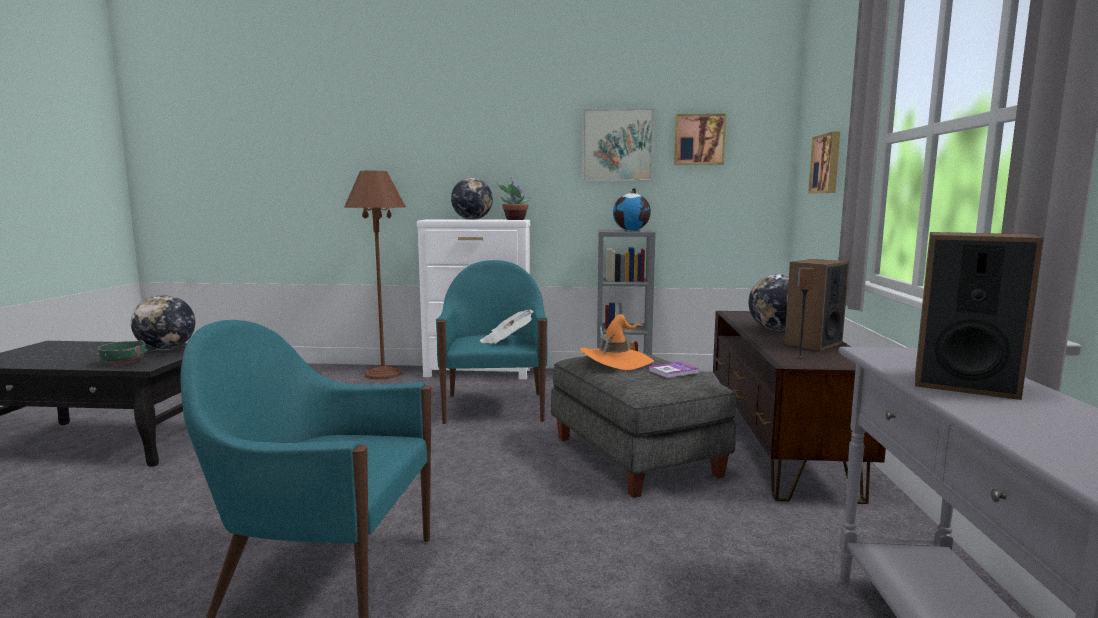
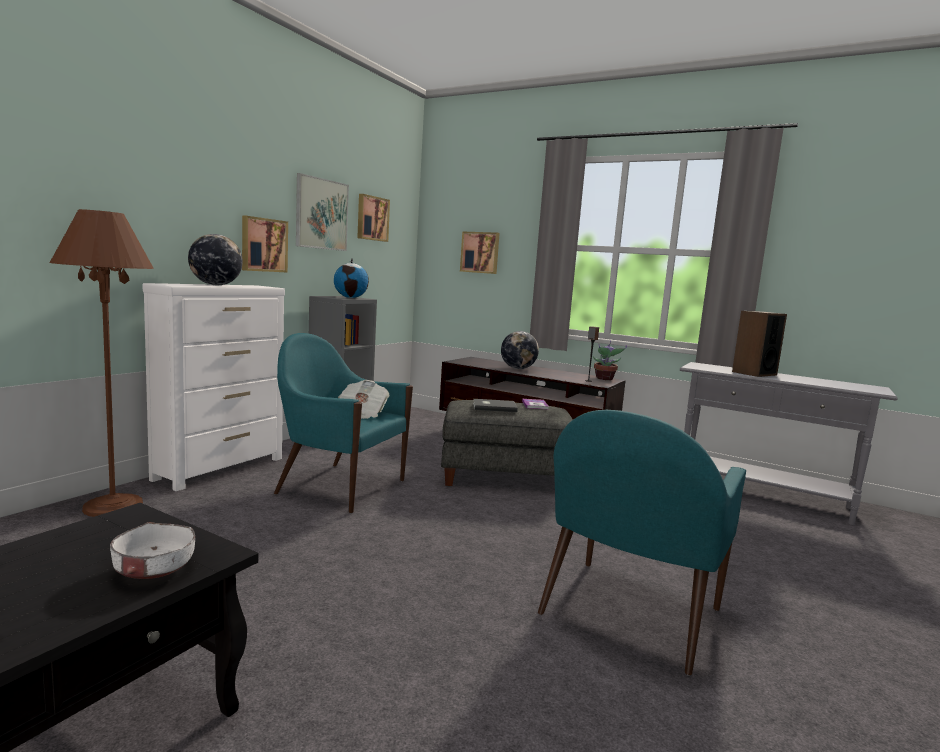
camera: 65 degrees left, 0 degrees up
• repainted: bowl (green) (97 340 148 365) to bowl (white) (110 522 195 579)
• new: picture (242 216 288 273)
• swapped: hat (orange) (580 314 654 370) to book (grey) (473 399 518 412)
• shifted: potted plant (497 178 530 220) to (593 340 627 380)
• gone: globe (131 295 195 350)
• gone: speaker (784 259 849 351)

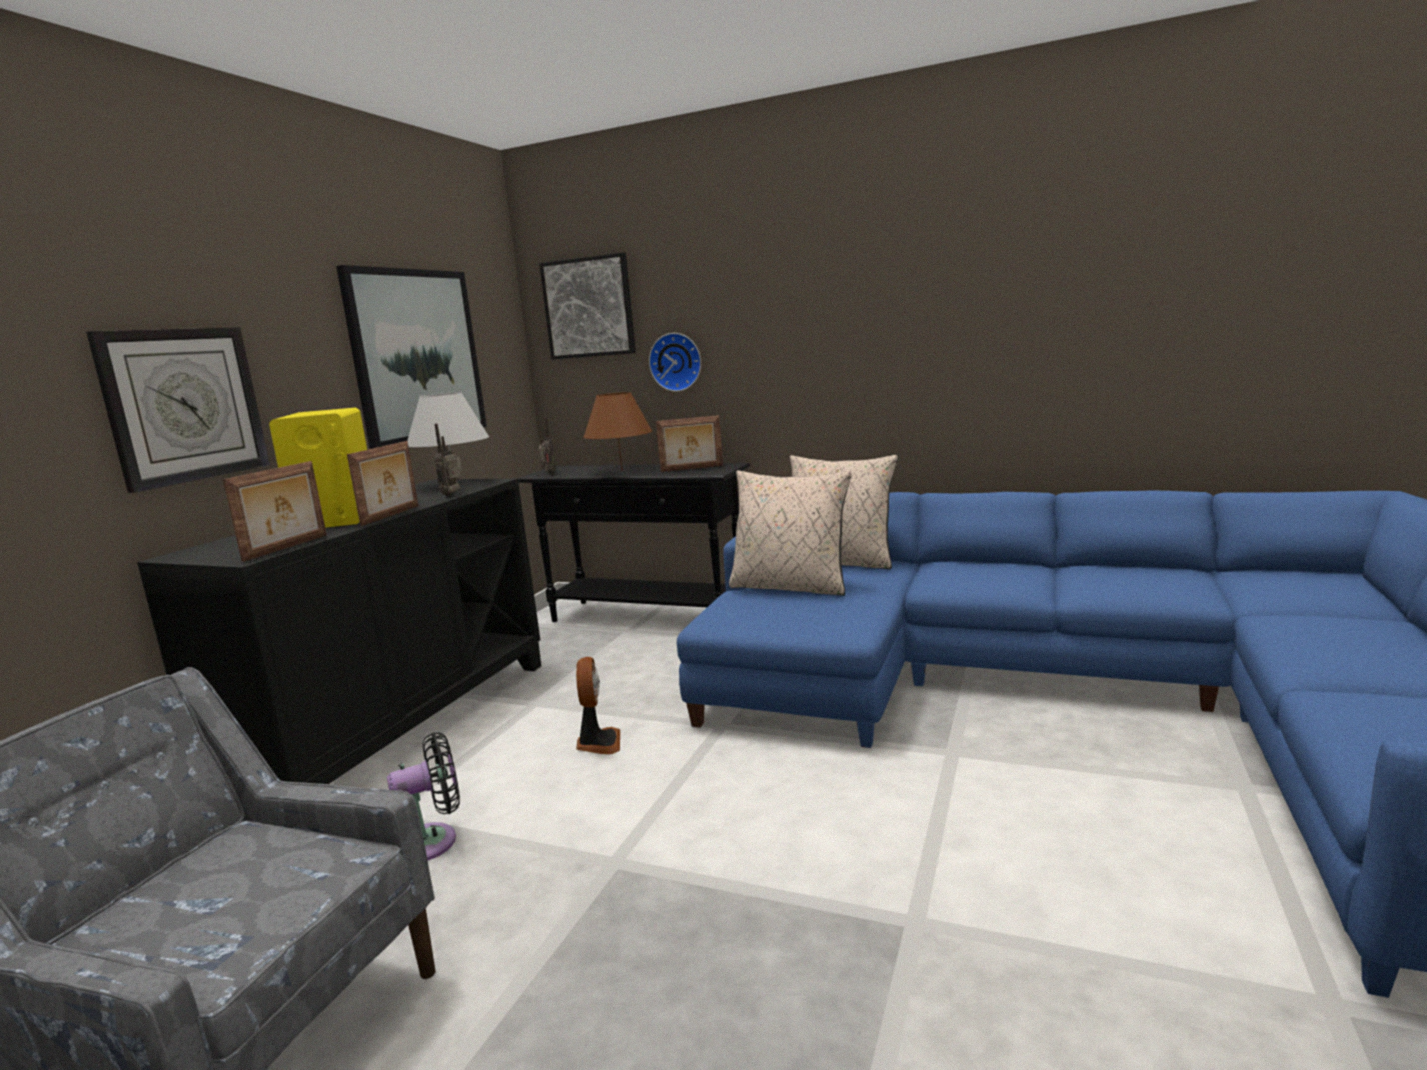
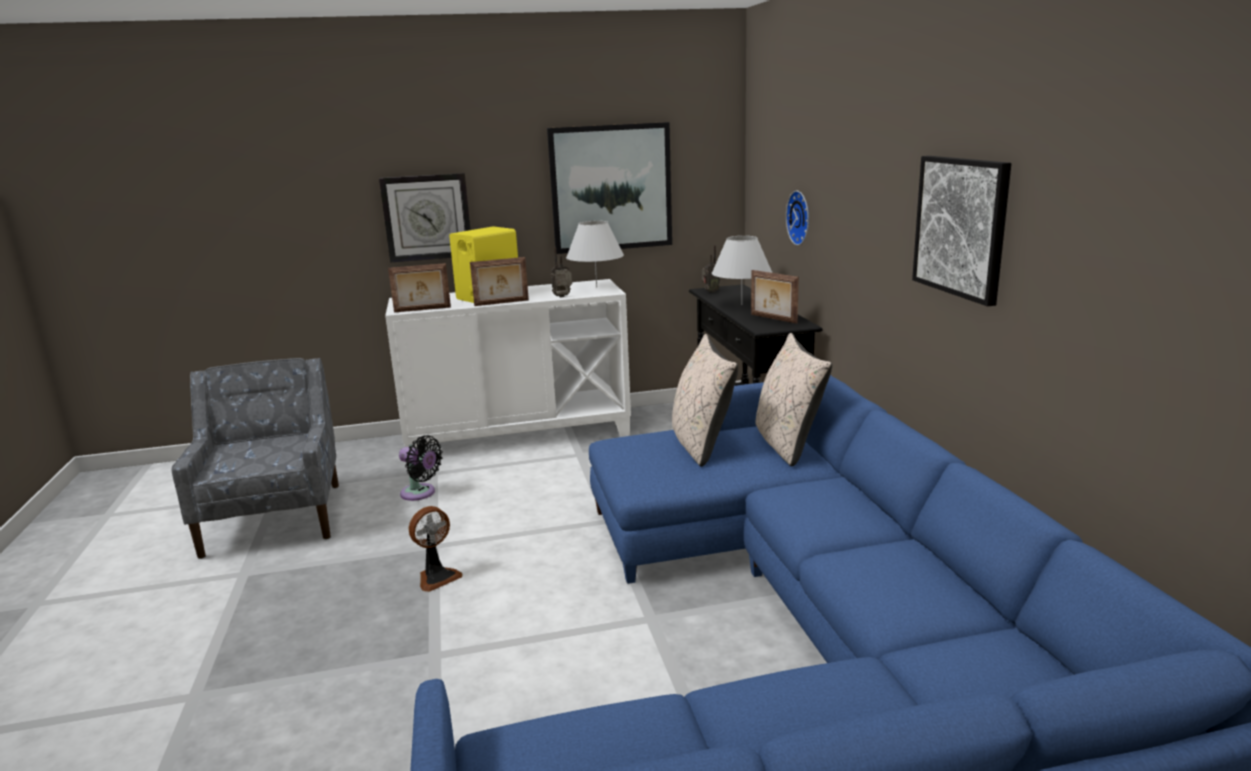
camera: 55 degrees right, 5 degrees up
• repainted: cabinet (black) (137 479 541 784) to cabinet (white) (385 279 631 448)
• shifted: fan (576 657 620 754) to (409 506 462 592)
• repainted: table lamp (brown) (583 392 652 471) to table lamp (white) (712 236 772 305)
• shifted: picture (539 252 636 359) to (912 156 1012 306)

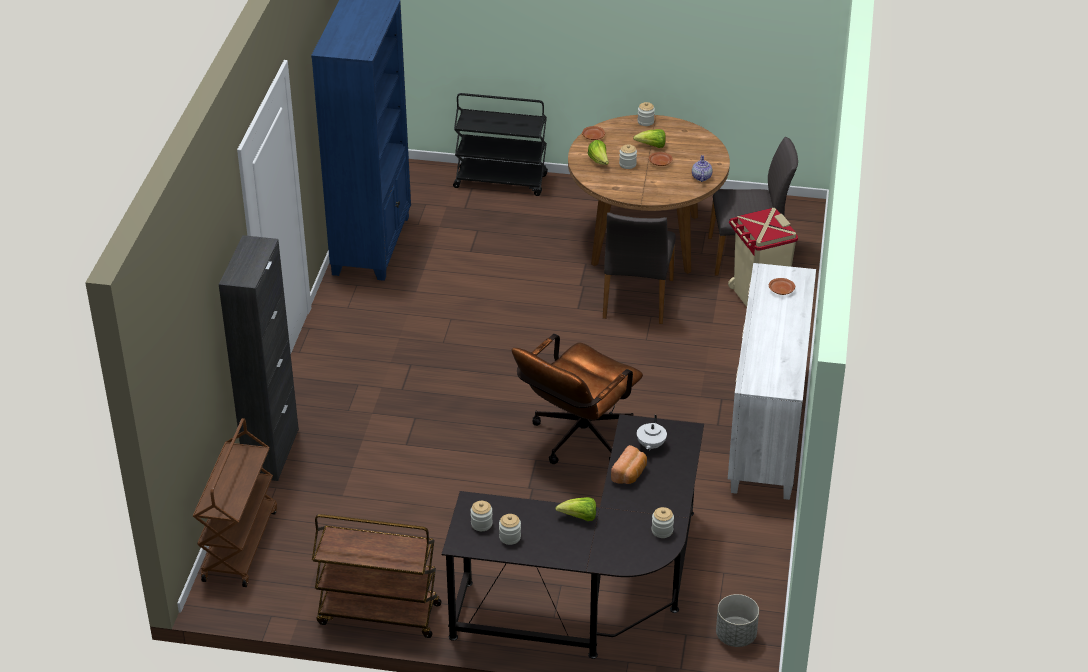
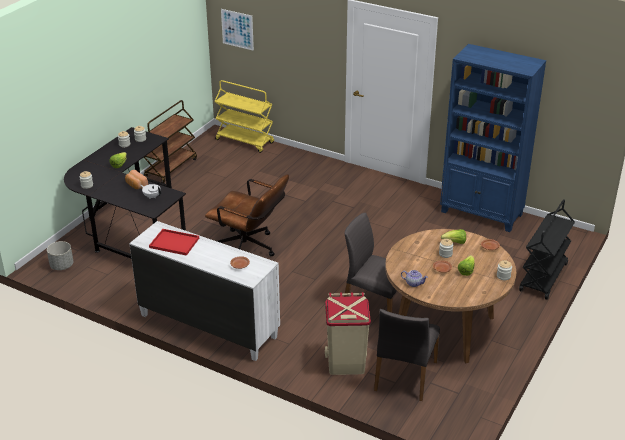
camera: 110 degrees right, 5 degrees down
• new: tray (red) (149 229 199 256)
• rotated: office chair (brown) (512 334 643 464) = (205 174 289 256) 150 degrees clockwise
• repainted: cart (brown) (193 418 277 587) to cart (yellow) (214 80 274 153)
• new: picture (221 9 254 51)
• gone: cabinet (black) (219 235 299 481)

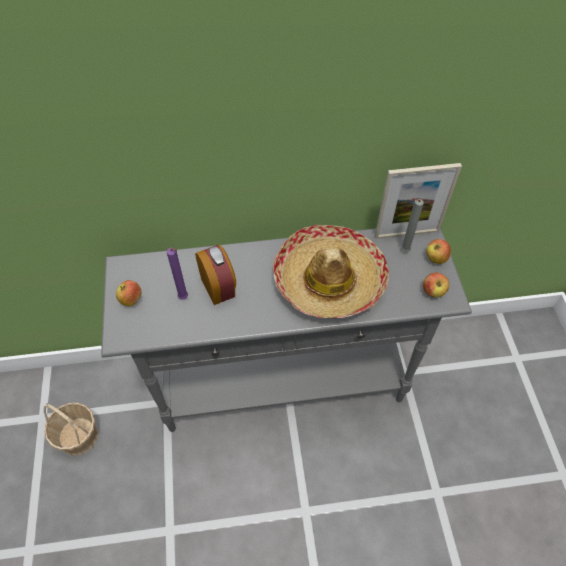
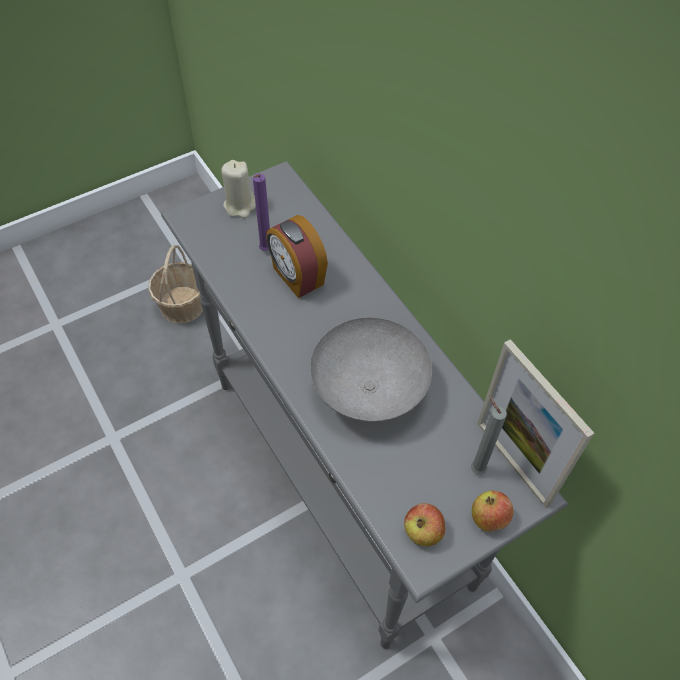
camera: 65 degrees right, 0 degrees up
• swapped: apple (116 280 142 306) to candle (beige) (221 160 256 218)
• rotated: alarm clock (195 245 236 305) = (266 215 328 298) 105 degrees clockwise
• swapped: hat (273 225 389 319) to bowl (grey) (310 317 432 423)

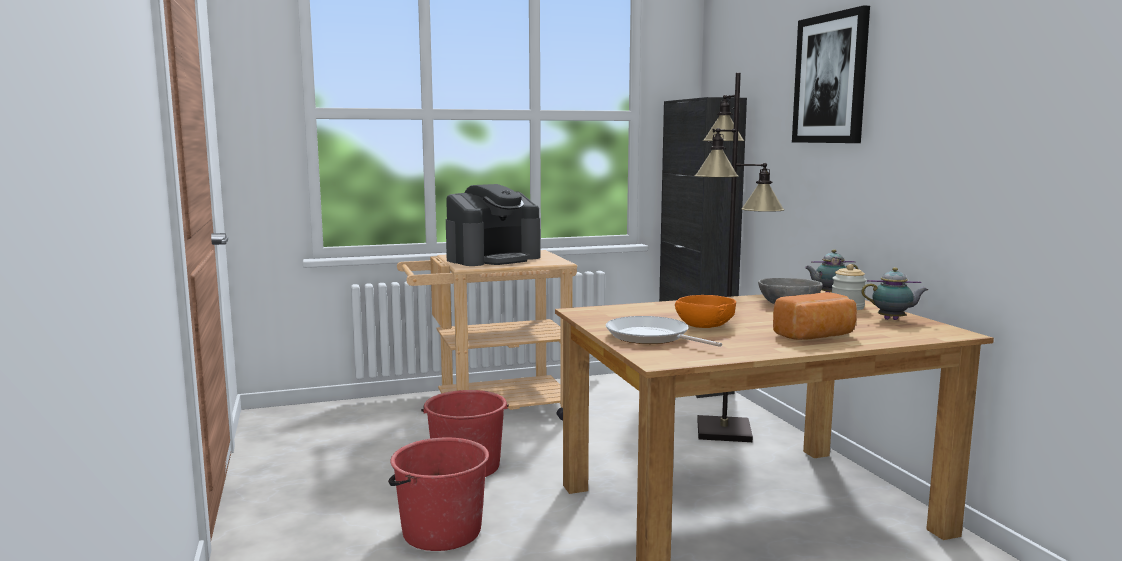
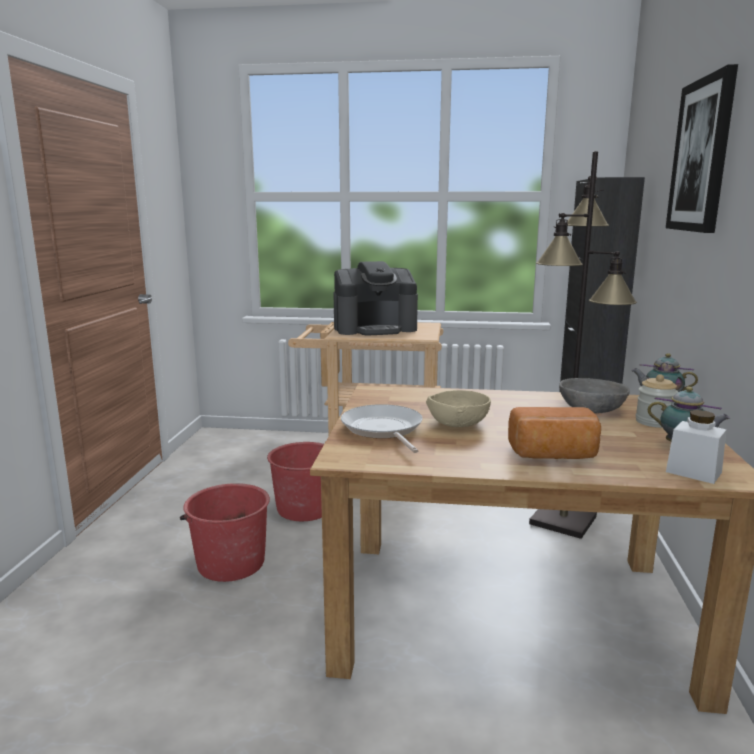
camera: 25 degrees right, 5 degrees up
• repainted: bowl (orange) (675 295 736 328) to bowl (beige) (426 390 491 427)
• new: jar (white) (666 410 726 484)

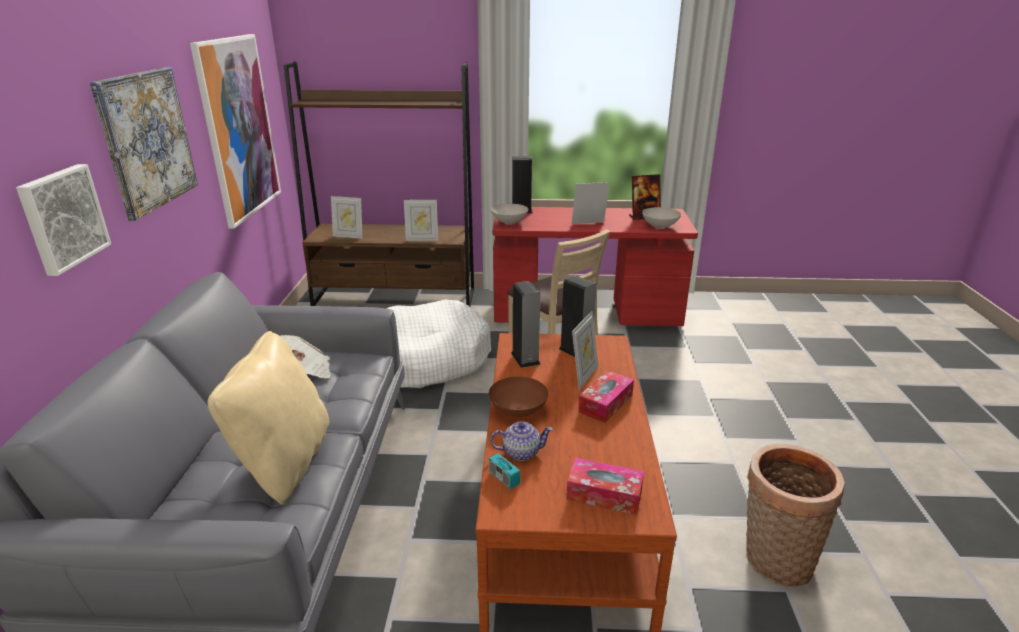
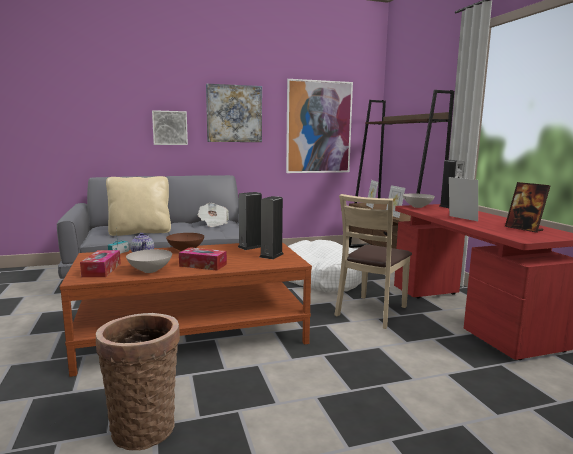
camera: 70 degrees right, 15 degrees down
• shifted: bowl (white) (642 207 681 229) to (126 249 172 273)
• gone: picture frame (572 311 598 390)

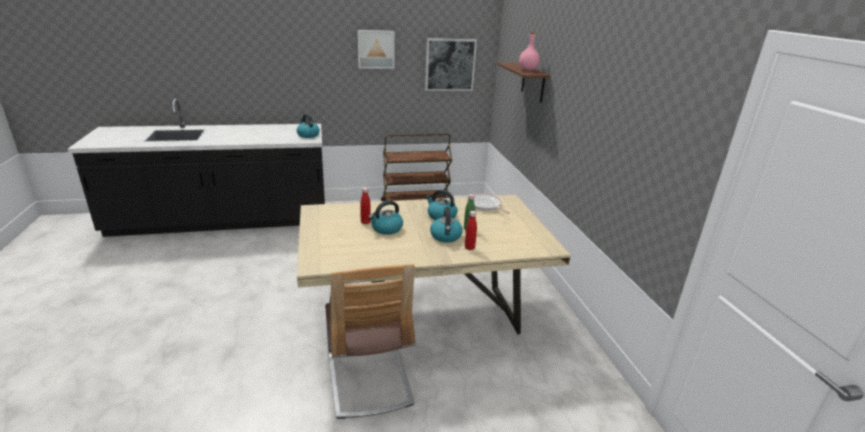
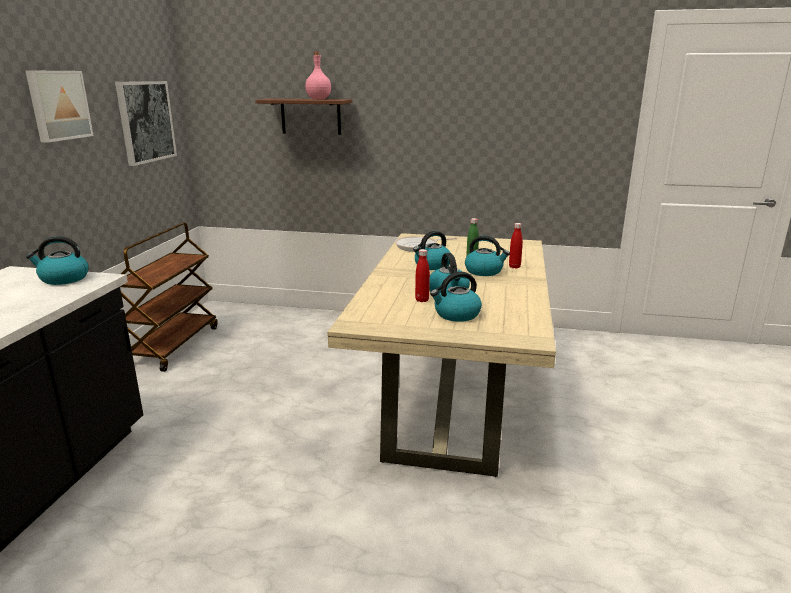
camera: 65 degrees left, 5 degrees down
• new: kettle (430 272 482 322)
• gone: chair (325 264 416 419)

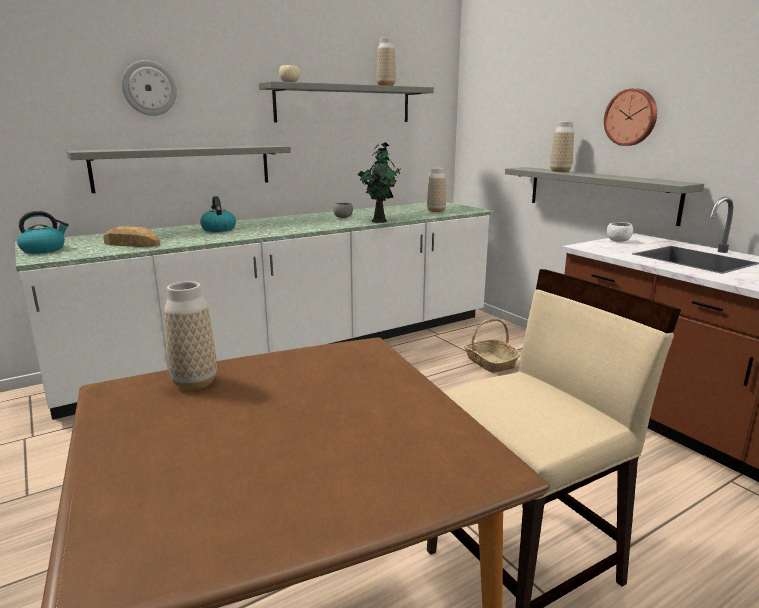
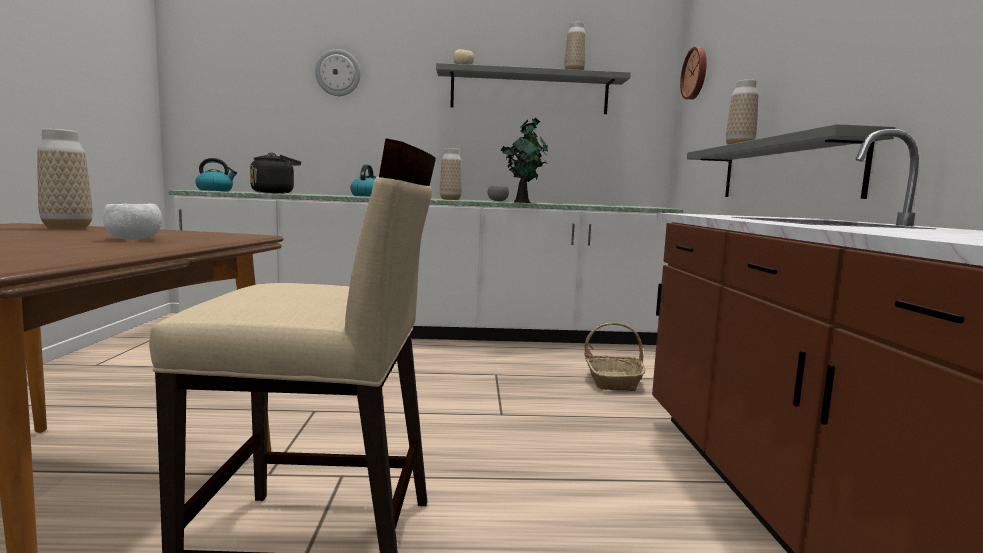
camera: 30 degrees right, 10 degrees down
• shifted: bowl (white) (607 222 633 242) to (102 204 162 240)
• swapped: bread (103 226 160 247) to kettle (black) (250 153 301 193)
• shifted: vase (427 168 446 212) to (440 148 462 200)
• shifted: wall clock (604 88 657 146) to (680 47 707 100)
• gone: shelf (grey) (67 145 291 193)

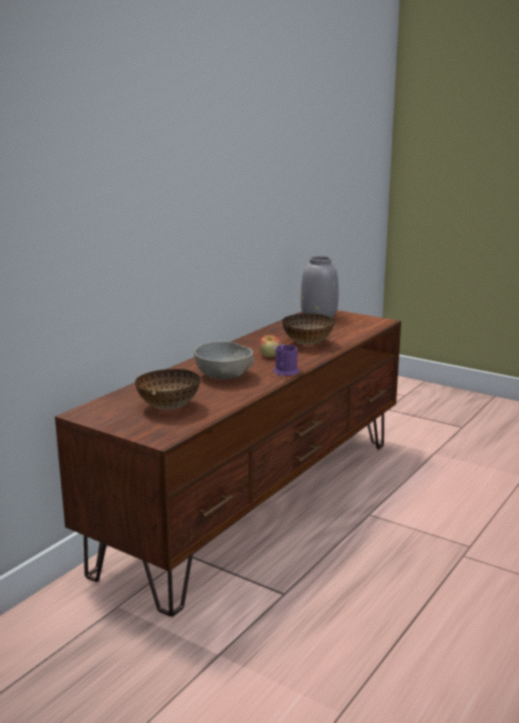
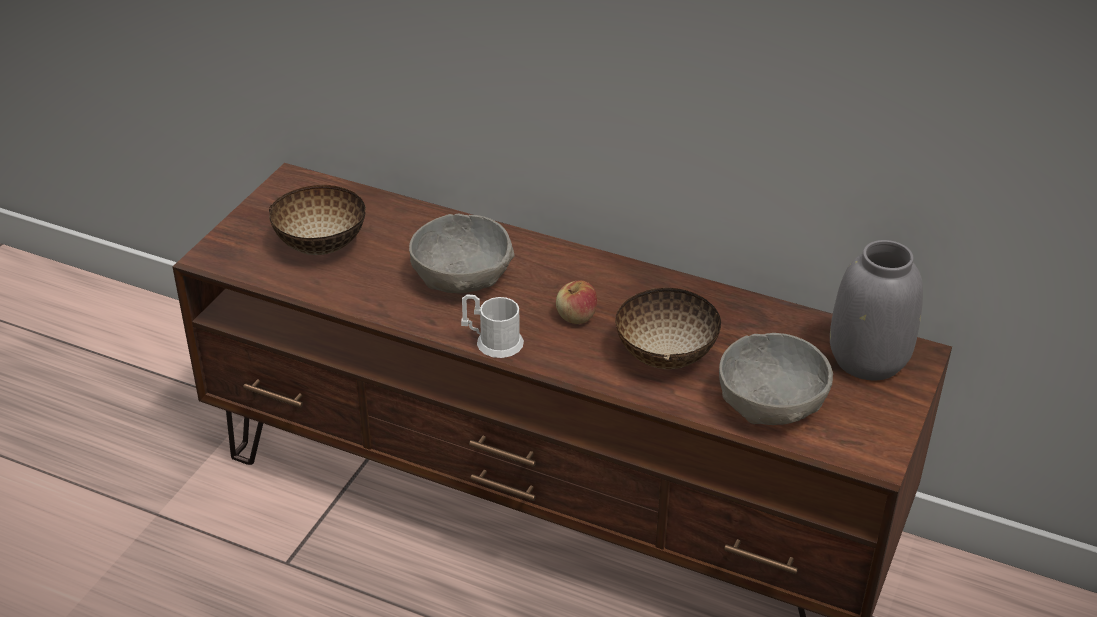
camera: 80 degrees right, 20 degrees up
• repainted: mug (purple) (273 344 299 376) to mug (white) (461 294 524 358)
• new: bowl (grey) (719 333 833 425)

